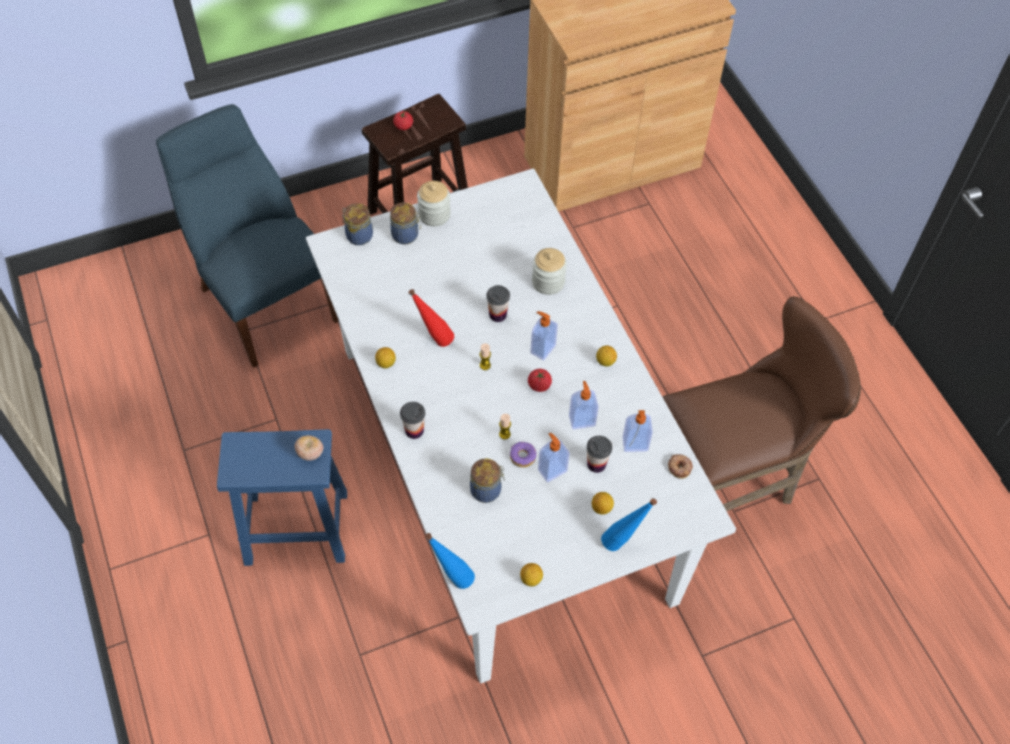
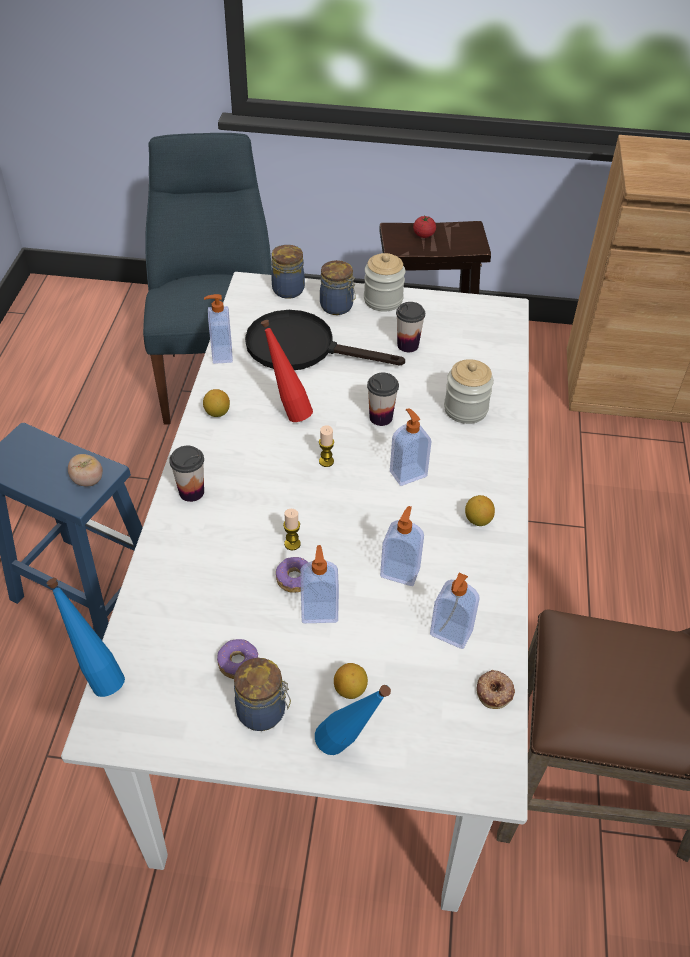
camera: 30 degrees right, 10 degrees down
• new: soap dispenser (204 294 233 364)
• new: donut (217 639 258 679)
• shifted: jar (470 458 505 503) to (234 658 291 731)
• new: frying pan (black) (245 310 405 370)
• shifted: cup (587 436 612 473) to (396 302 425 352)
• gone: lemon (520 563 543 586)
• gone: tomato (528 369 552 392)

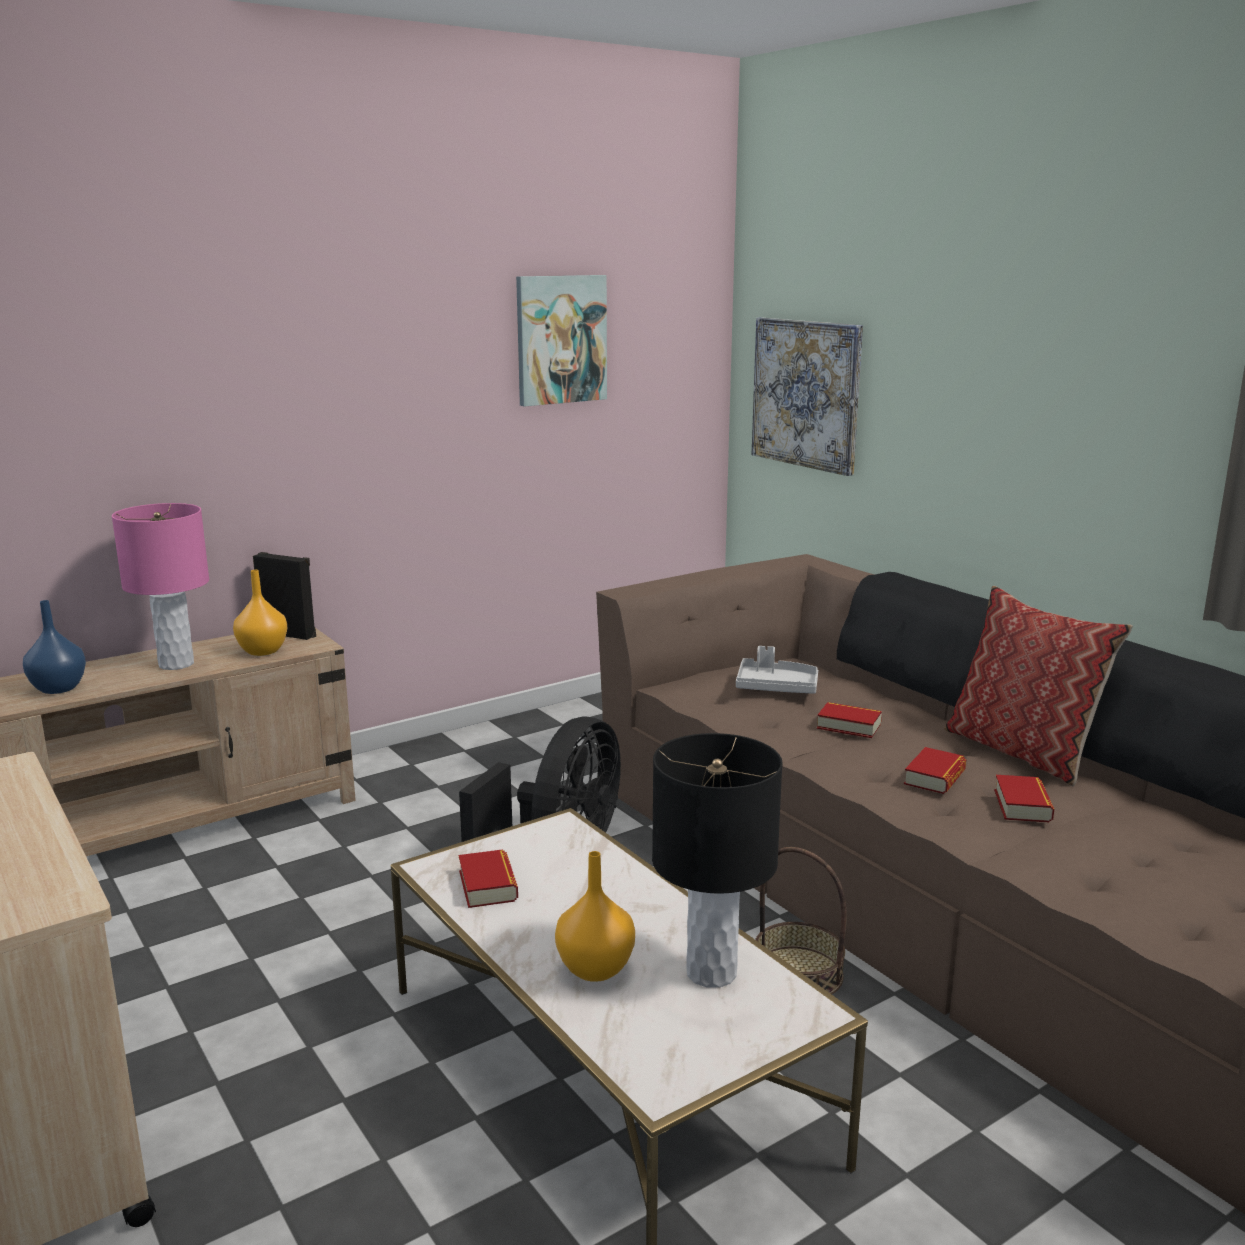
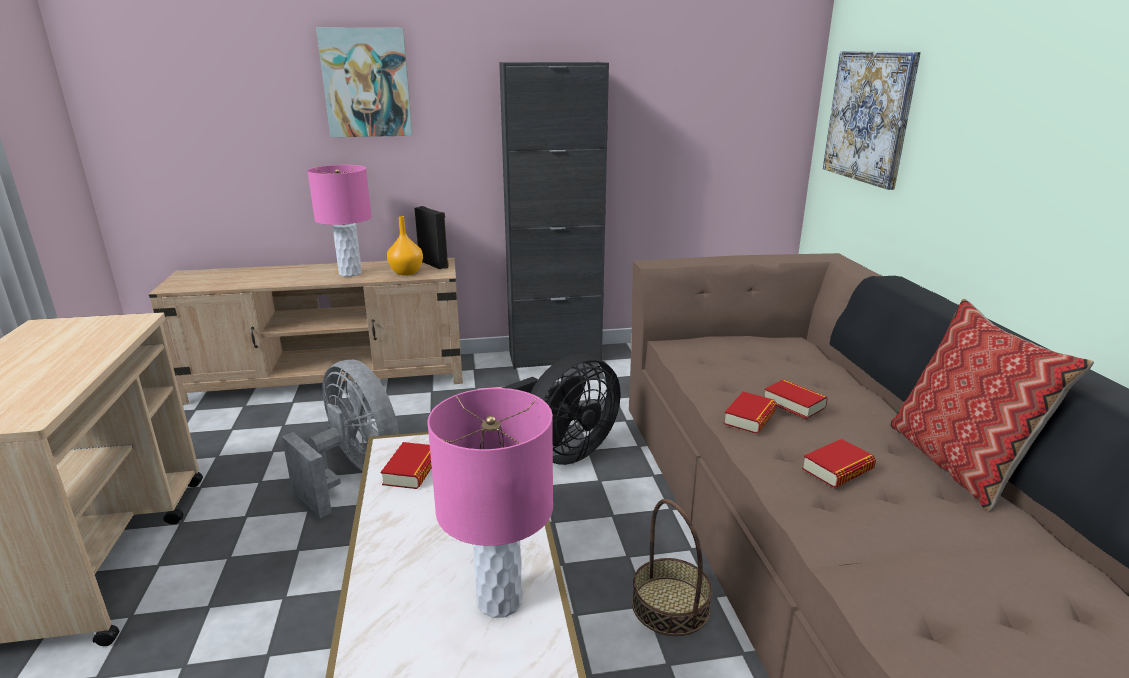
camera: 25 degrees right, 5 degrees up
• new: fan (grey) (282 360 399 518)
• shifted: picture (516 275 607 407) to (316 27 413 137)
• repainted: table lamp (black) (652 733 783 988) to table lamp (pink) (427 388 553 618)
• new: cabinet (black) (499 62 609 369)
• shifted: book (994 775 1054 822) to (724 392 777 434)
• gone: vase (blue) (23 600 86 694)
• gone: vase (orange) (555 851 635 982)
• gone: tray (grey) (736 646 818 694)

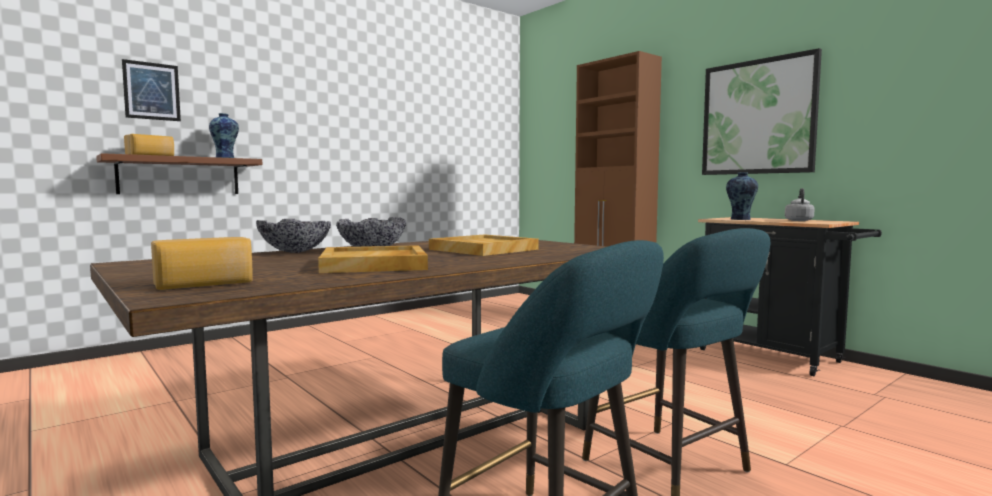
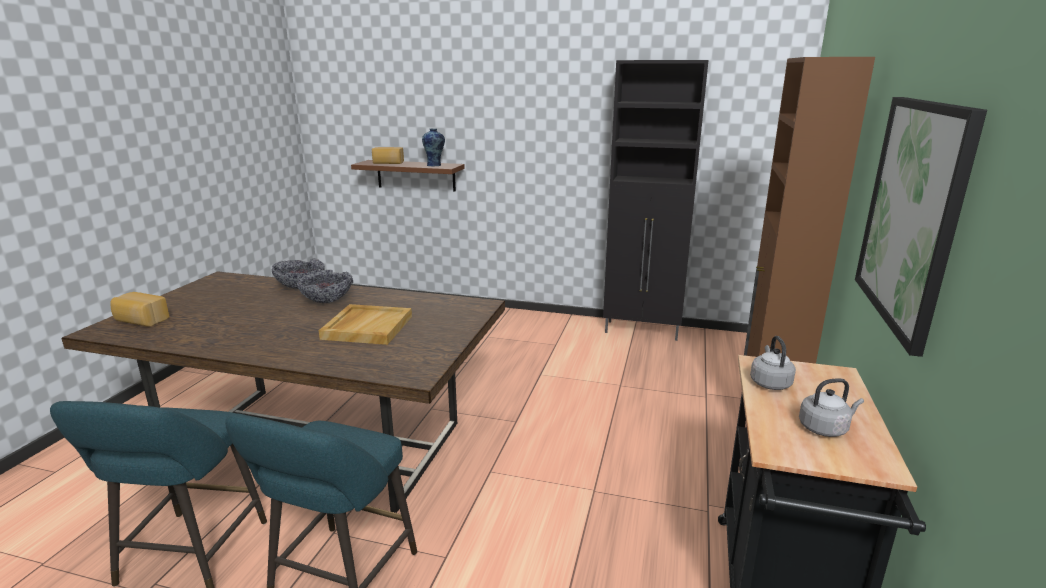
camera: 55 degrees right, 15 degrees up
• new: cabinet (black) (603 60 709 341)
• swapped: vase (726 173 758 220) to kettle (grey) (750 336 796 390)
• gone: picture (122 59 181 121)
• gone: tray (beige) (318 245 428 273)

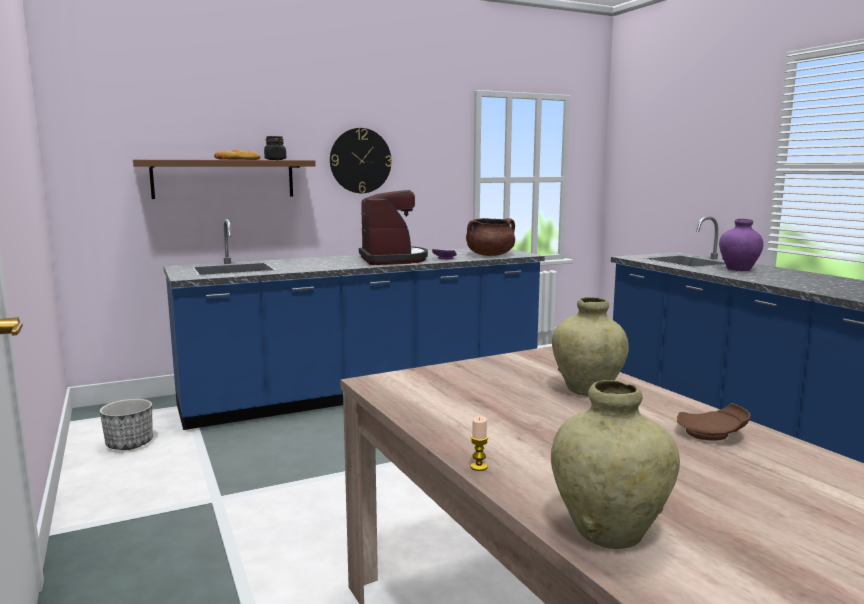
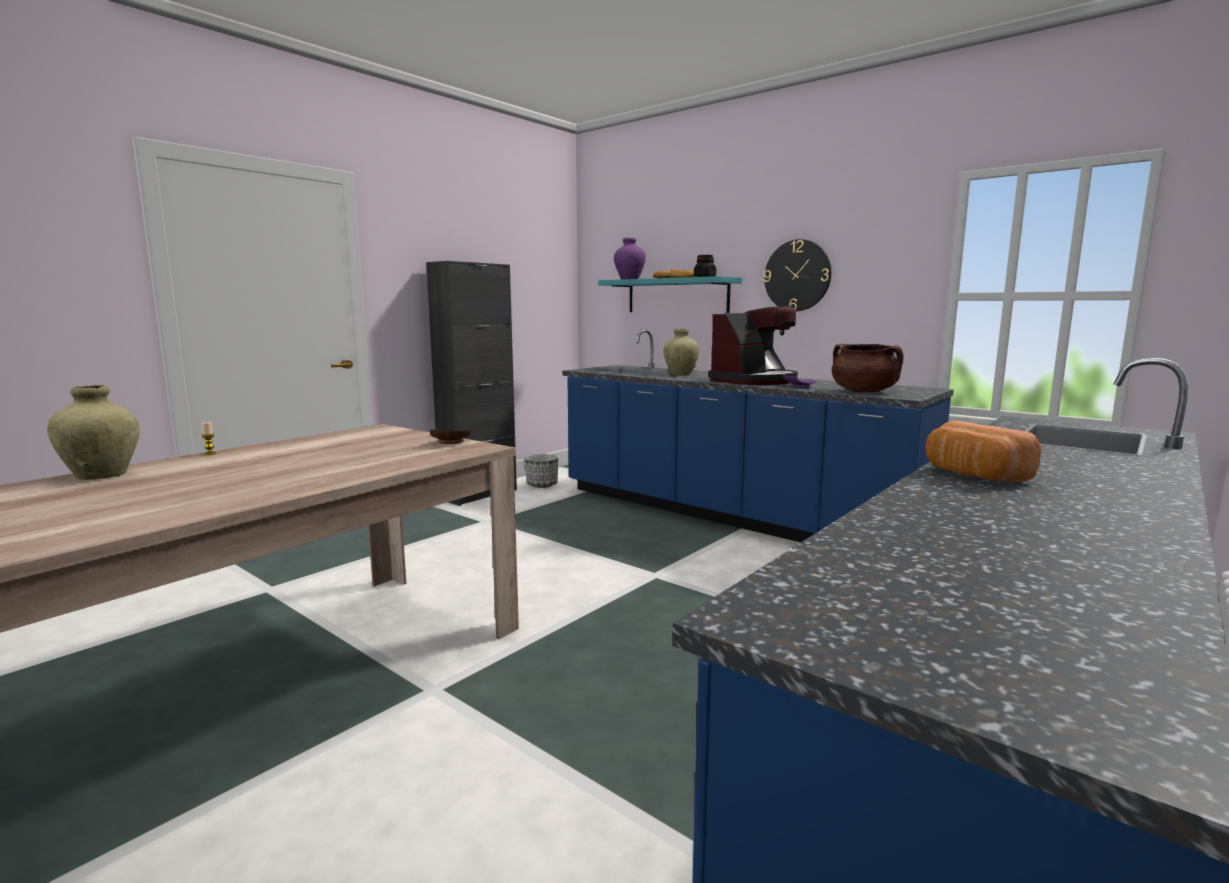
camera: 65 degrees right, 0 degrees up
• new: cabinet (black) (426 261 517 506)
• shifted: plate (brown) (677 403 751 441) to (430 429 470 444)
• repainted: shelf (brown) (133 160 316 199) to shelf (turquoise) (598 276 742 313)
• shifted: vase (purple) (719 219 764 271) to (614 238 646 279)
• shifted: vase (beige) (552 297 629 396) to (663 329 699 375)
• new: bread (925 421 1041 483)

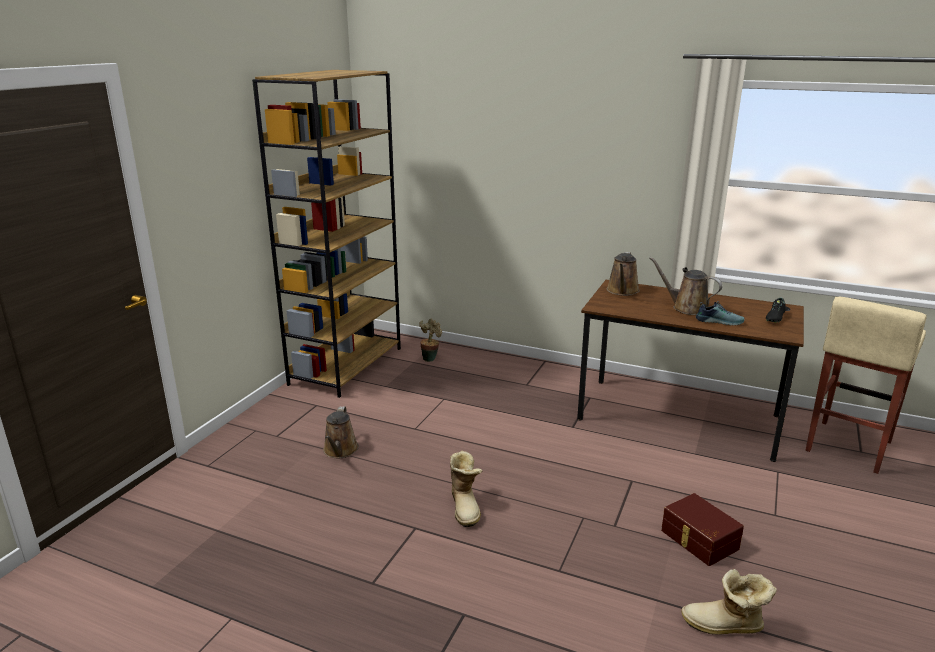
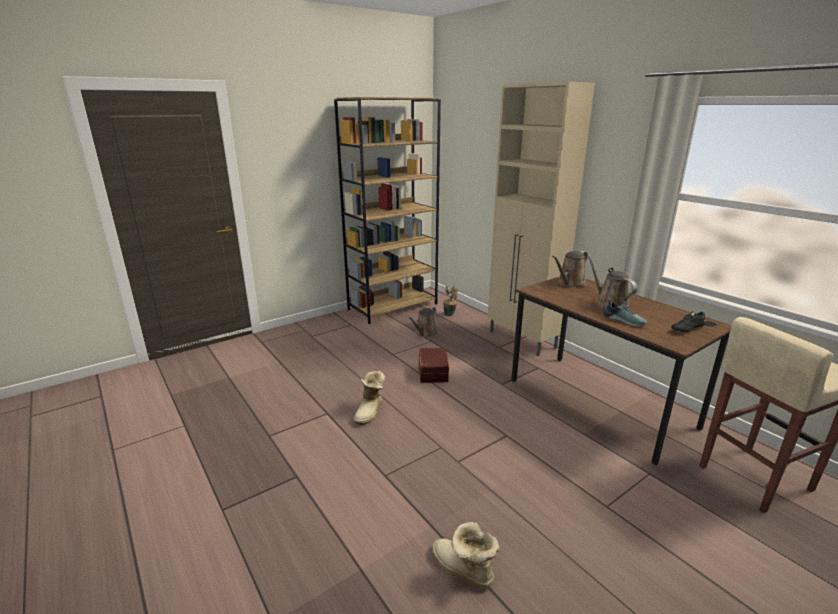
camera: 30 degrees right, 0 degrees up
• shifted: watering can (brown) (323 406 359 458) to (408 307 437 337)
• shifted: storage box (brown) (661 493 744 566) to (417 348 449 383)
• new: cabinet (beige) (488 82 595 356)

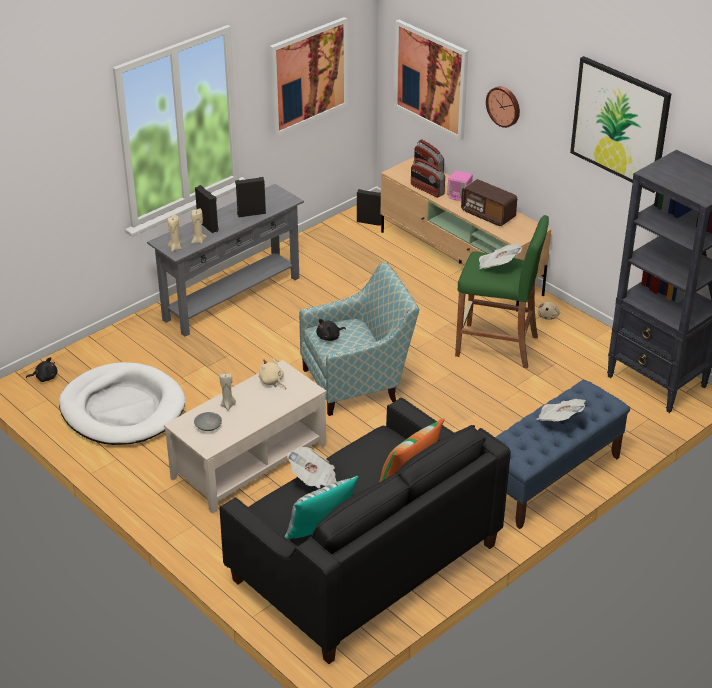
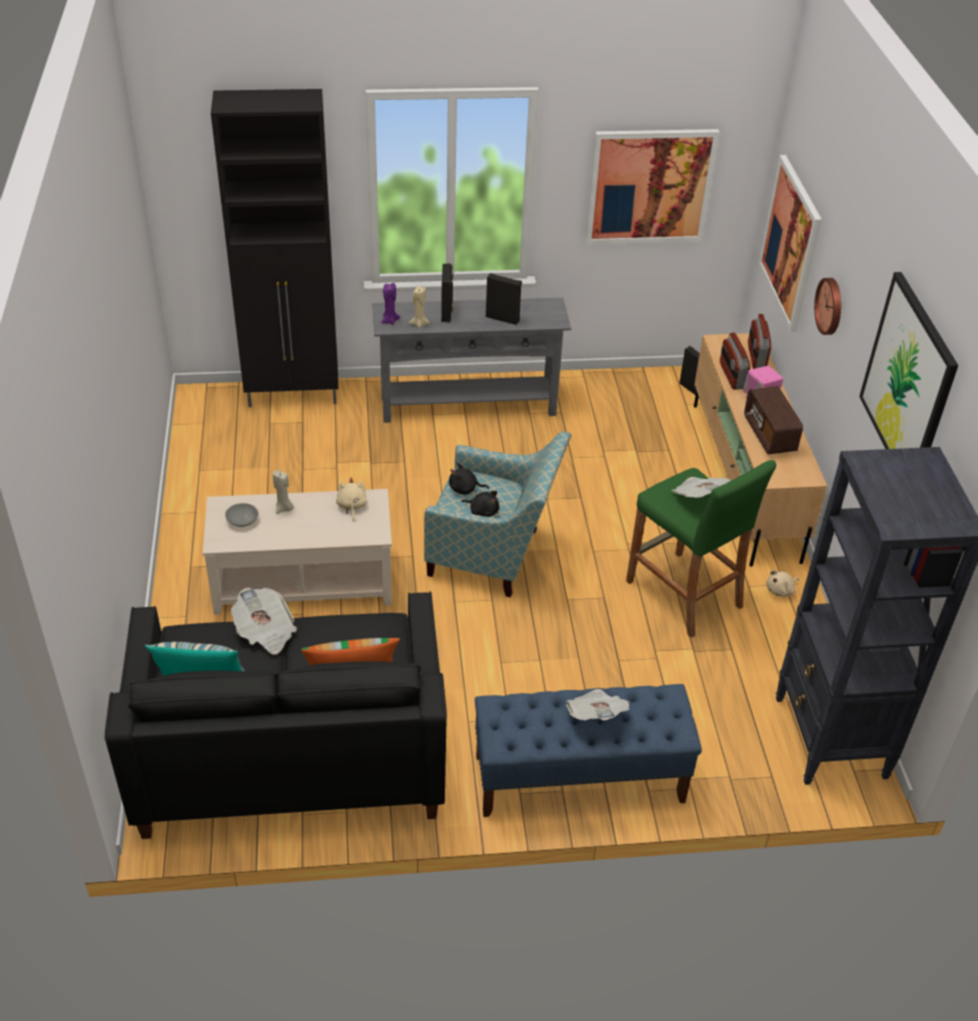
camera: 35 degrees right, 5 degrees up
• new: cabinet (black) (211 89 338 407)
• repainted: candle (beige) (168 215 182 252) to candle (purple) (381 283 400 325)
• shifted: plush toy (black) (26 357 58 382) to (462 491 499 517)
• gone: dog bed (white) (59 362 185 445)

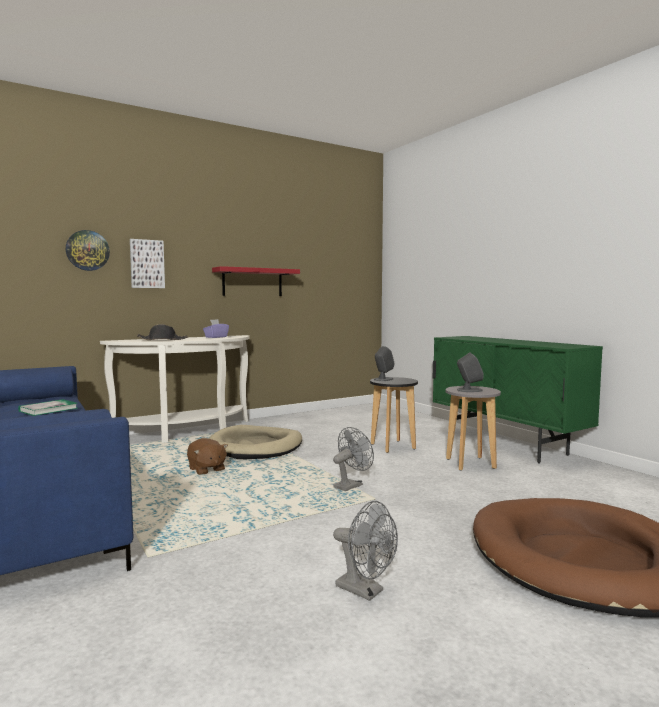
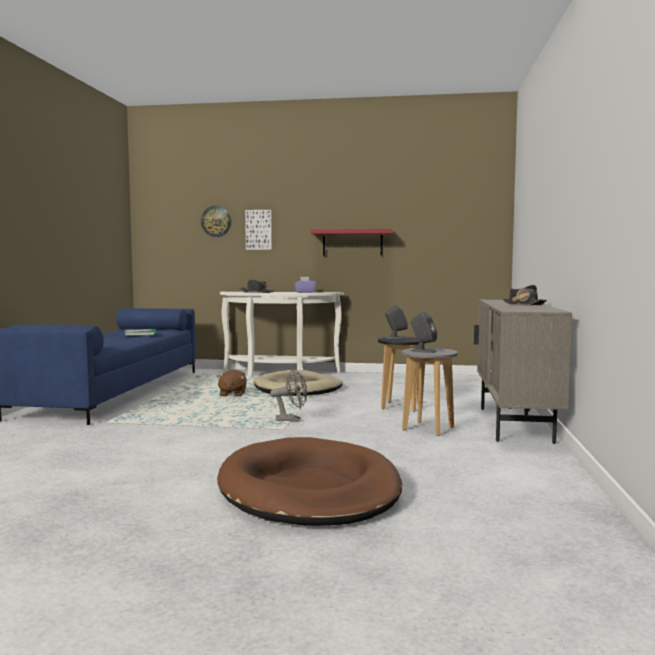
camera: 40 degrees right, 0 degrees up
• repainted: cabinet (green) (433 336 603 464) to cabinet (beige) (474 300 572 444)
• new: hat (black) (503 285 547 305)
• gone: fan (grey) (333 501 398 601)

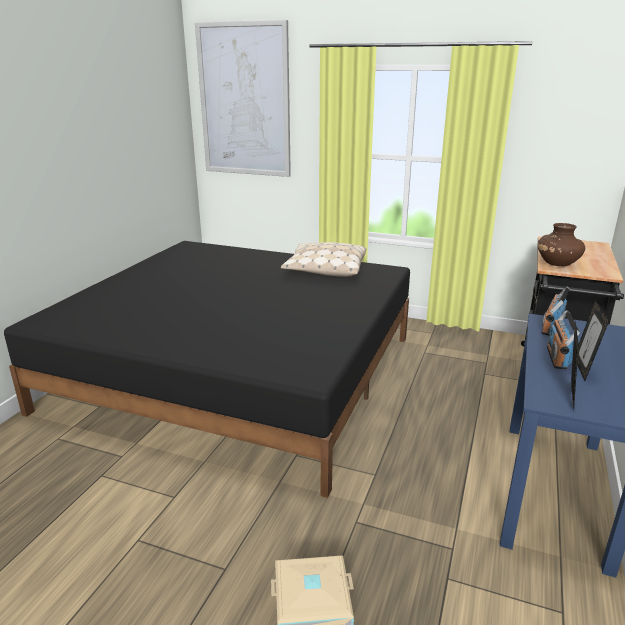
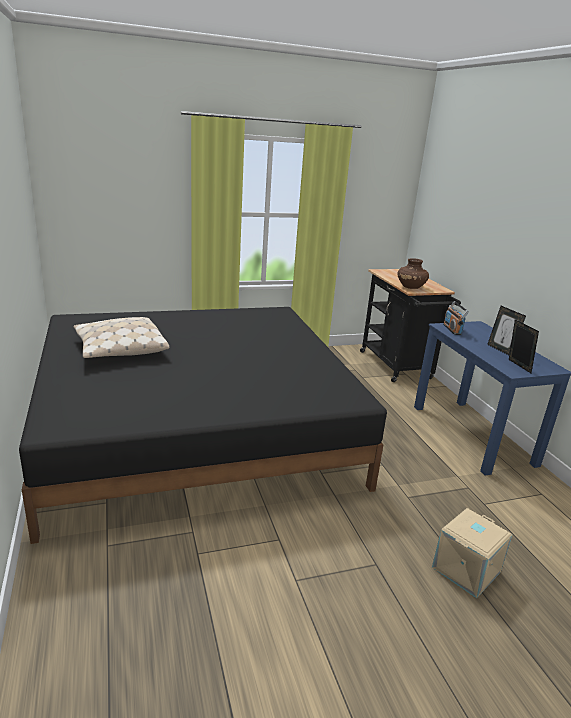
camera: 40 degrees left, 0 degrees up
• shifted: pillow (beige) (281 242 367 277) to (73 317 170 358)
• gone: picture (195 20 291 177)
• gone: radio (547 310 580 369)

